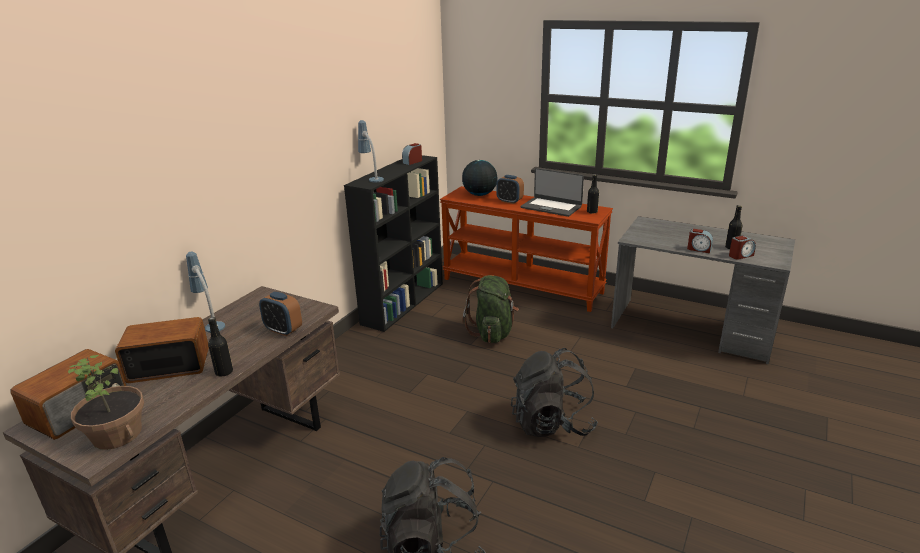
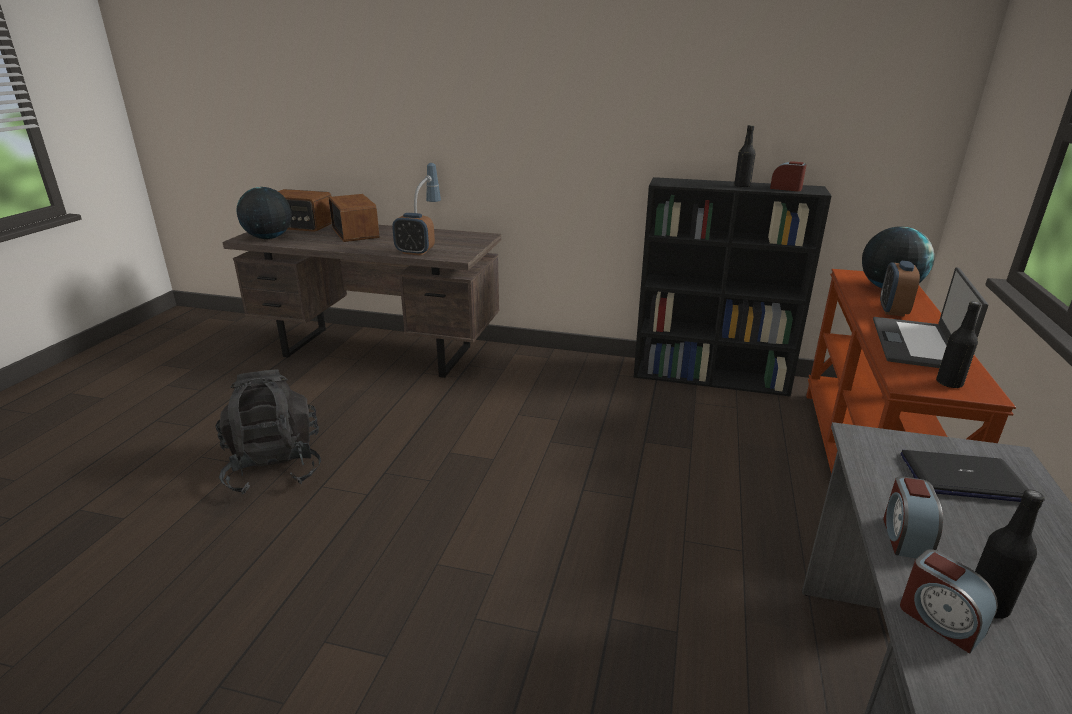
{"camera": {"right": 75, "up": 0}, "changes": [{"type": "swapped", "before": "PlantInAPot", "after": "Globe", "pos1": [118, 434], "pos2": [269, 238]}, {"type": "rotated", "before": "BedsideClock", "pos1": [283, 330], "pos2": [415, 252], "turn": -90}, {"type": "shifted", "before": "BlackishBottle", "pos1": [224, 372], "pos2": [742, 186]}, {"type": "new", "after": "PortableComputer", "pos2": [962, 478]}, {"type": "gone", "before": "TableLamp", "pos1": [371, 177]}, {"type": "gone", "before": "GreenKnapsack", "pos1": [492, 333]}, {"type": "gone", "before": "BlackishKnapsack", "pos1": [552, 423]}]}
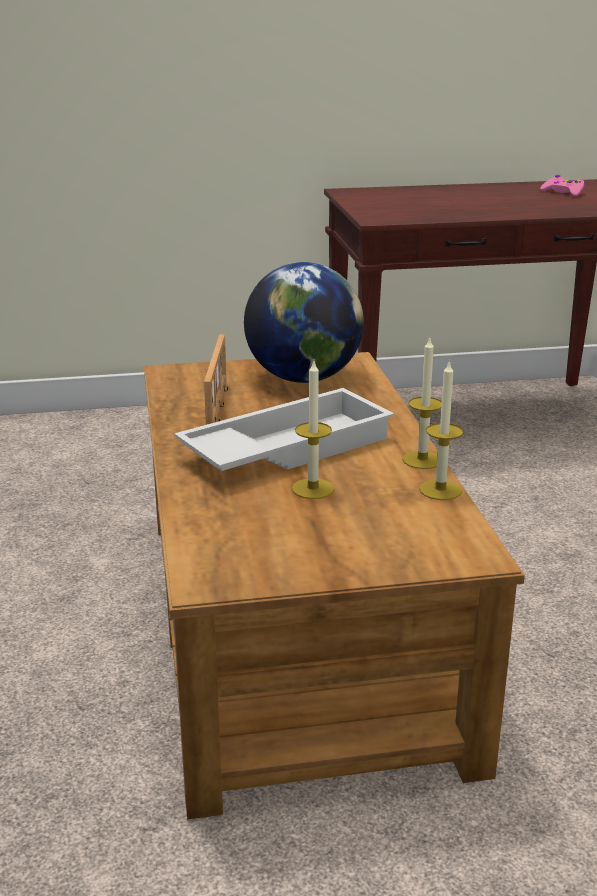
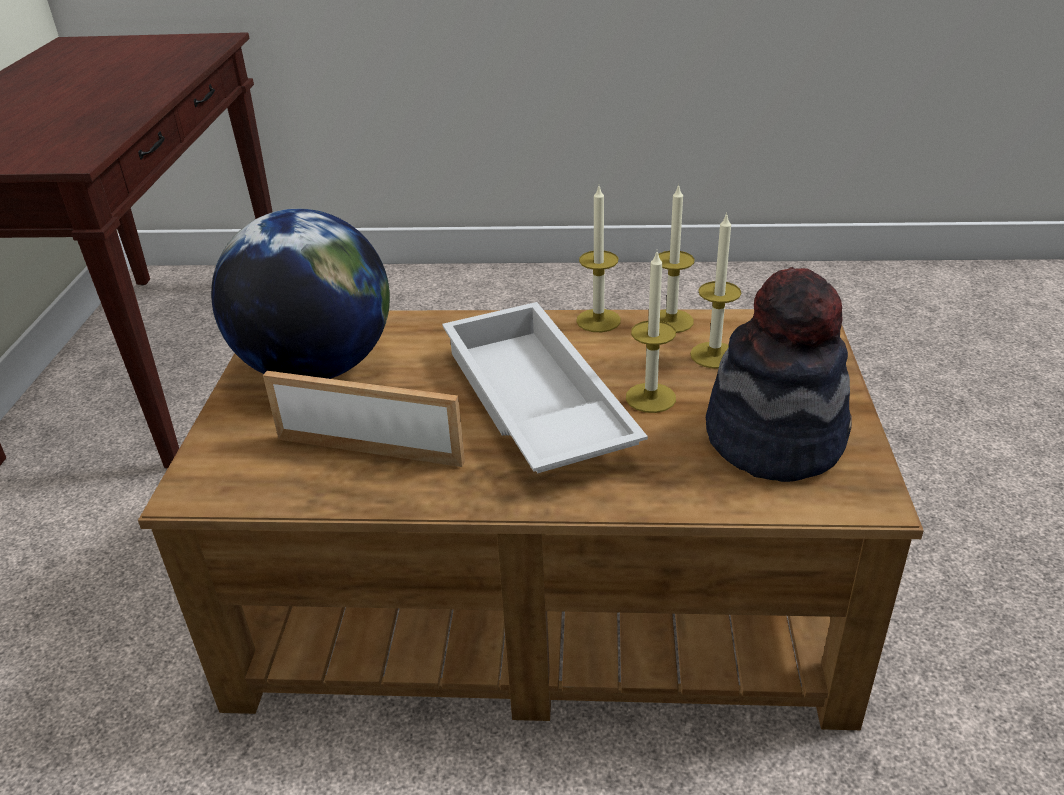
{"camera": {"right": -75, "up": 10}, "changes": [{"type": "new", "after": "WaxLight", "pos2": [714, 355]}, {"type": "new", "after": "ClothingHat", "pos2": [774, 438]}, {"type": "gone", "before": "PinkishGameController", "pos1": [563, 192]}]}
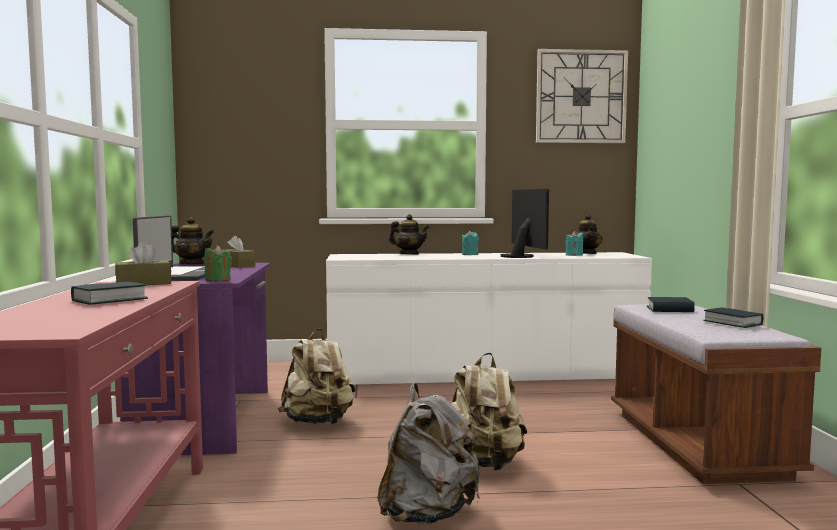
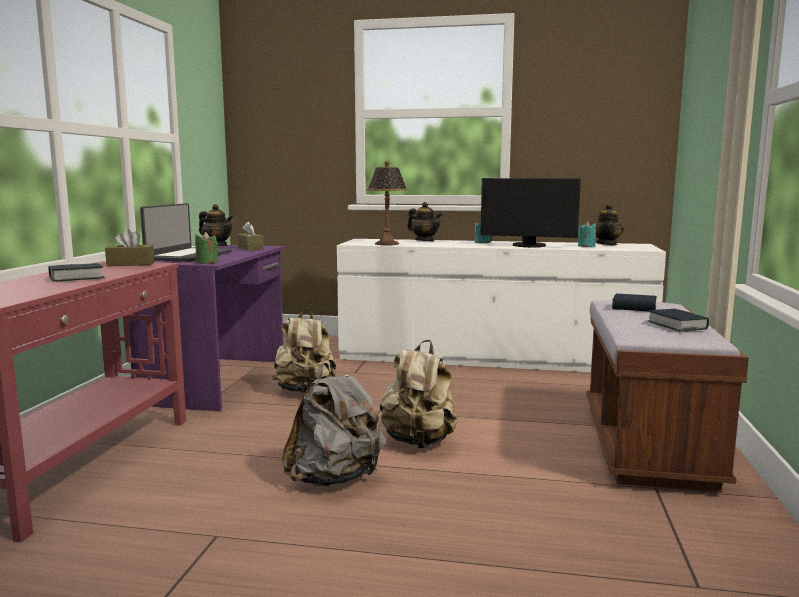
{"camera": {"right": 15, "up": 5}, "changes": [{"type": "new", "after": "TableLamp", "pos2": [387, 244]}, {"type": "rotated", "before": "ComputerDisplay", "pos1": [520, 256], "pos2": [528, 246], "turn": 105}, {"type": "gone", "before": "HangingClock", "pos1": [581, 97]}]}
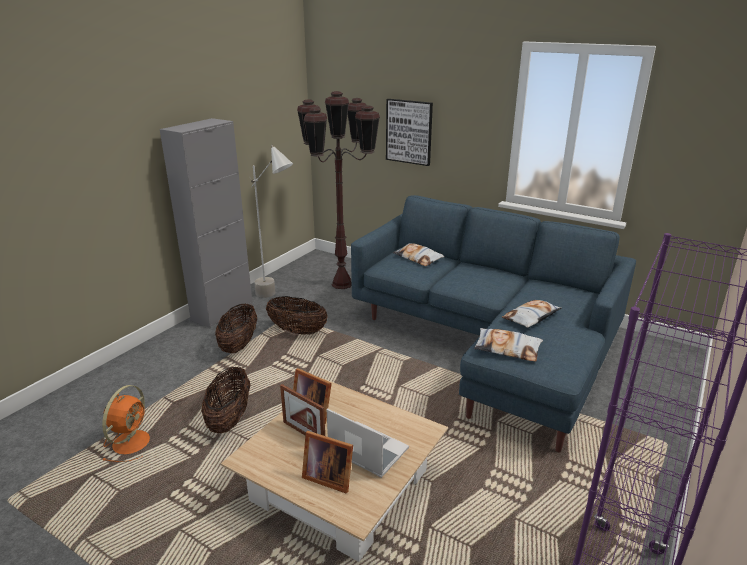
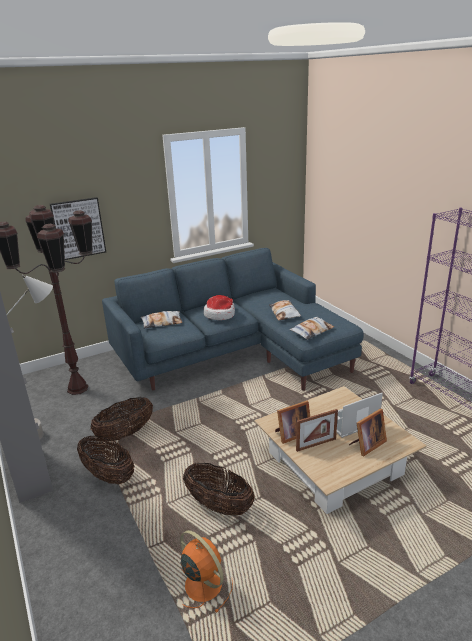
{"camera": {"right": -60, "up": 0}, "changes": [{"type": "new", "after": "ClothingHat", "pos2": [220, 315]}]}
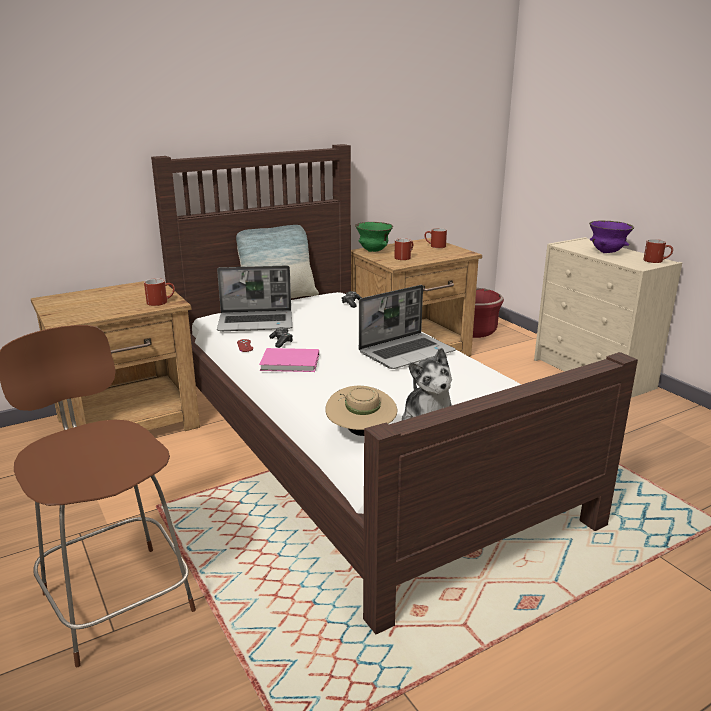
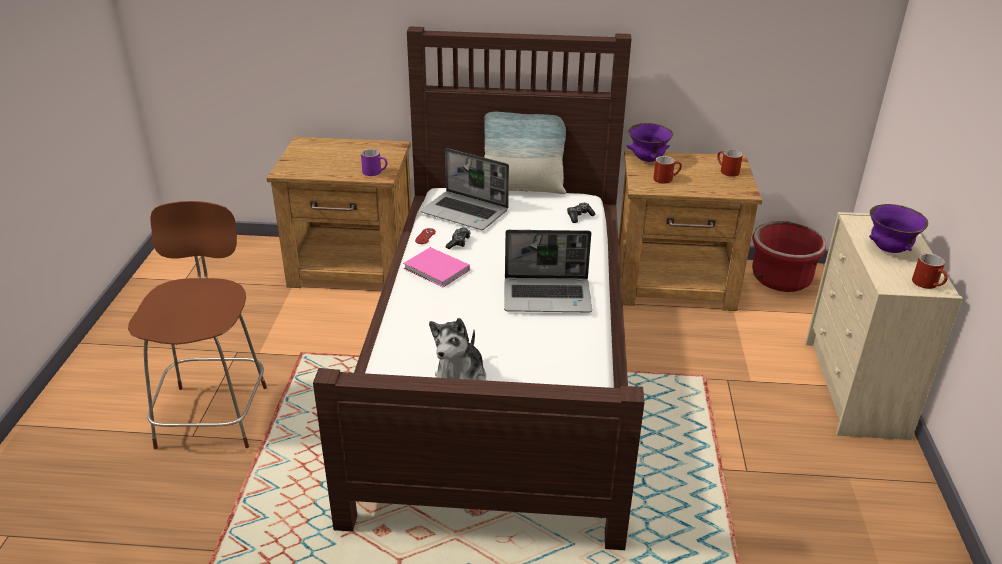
{"camera": {"right": 35, "up": 10}, "changes": [{"type": "repainted", "before": "RedColouredTeaMug", "after": "PurpleTeaMug", "pos1": [161, 302], "pos2": [375, 172]}, {"type": "repainted", "before": "GreenBowl", "after": "PurpleBowl", "pos1": [373, 251], "pos2": [647, 160]}, {"type": "gone", "before": "BeigeColouredClothingHat", "pos1": [361, 433]}]}
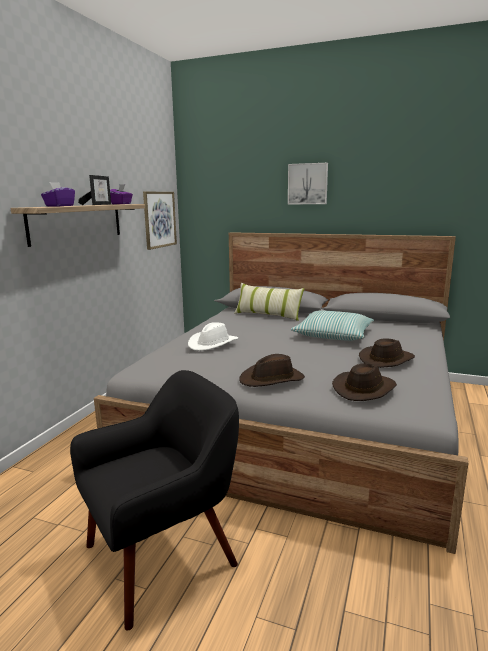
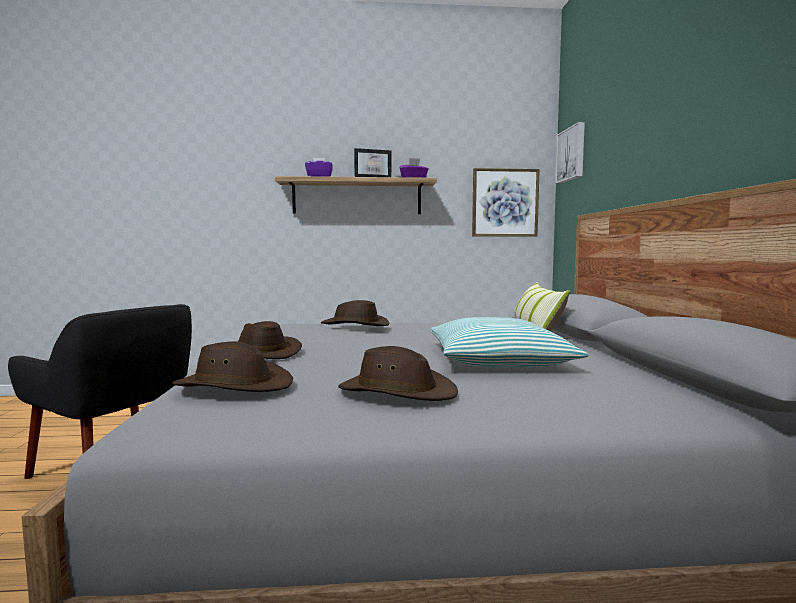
{"camera": {"right": 65, "up": -10}, "changes": [{"type": "repainted", "before": "WhiteColouredClothingHat", "after": "BrownishClothingHat", "pos1": [213, 343], "pos2": [355, 325]}, {"type": "shifted", "before": "WallArt", "pos1": [308, 184], "pos2": [572, 154]}]}
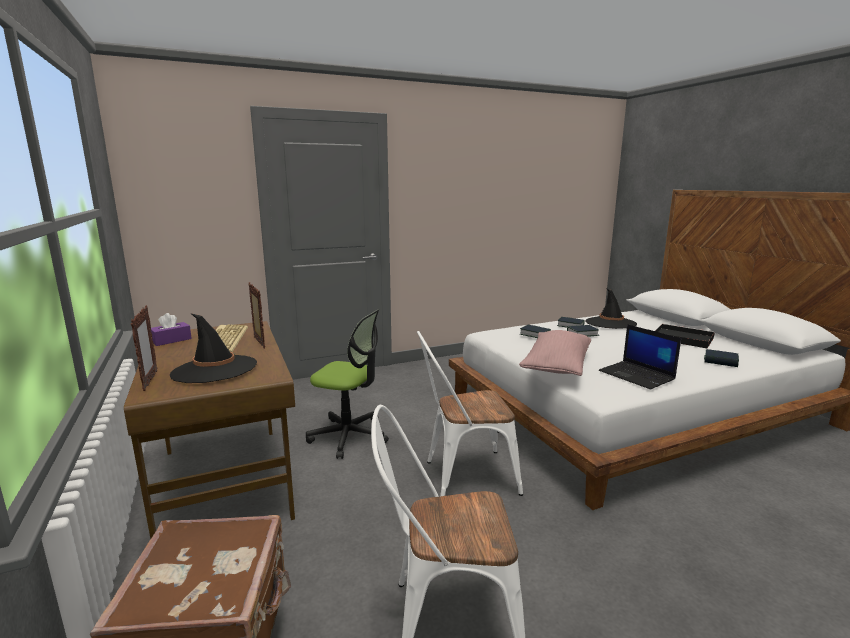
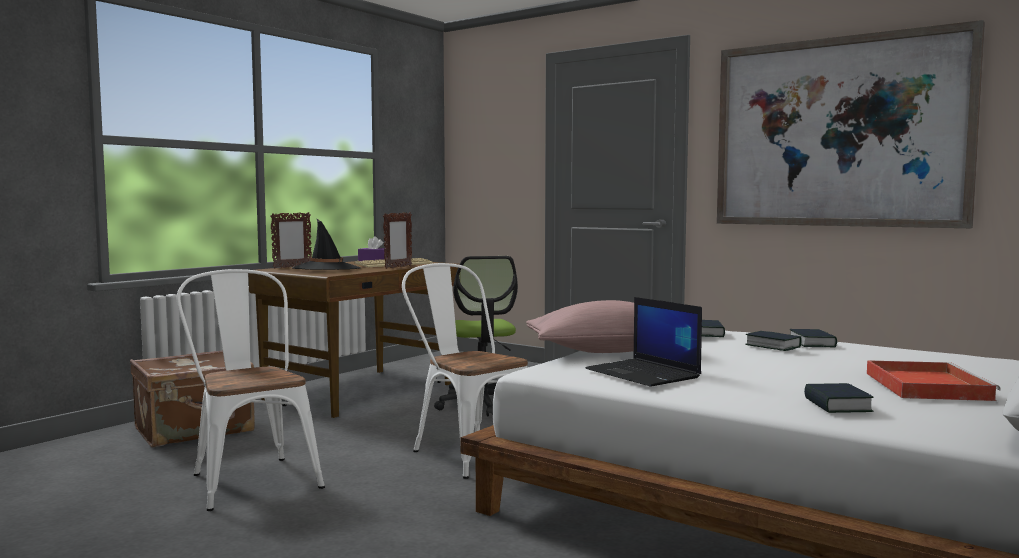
{"camera": {"right": 60, "up": -10}, "changes": [{"type": "rotated", "before": "PortableComputer", "pos1": [637, 375], "pos2": [644, 374], "turn": -60}, {"type": "new", "after": "WallArt", "pos2": [839, 133]}, {"type": "repainted", "before": "BlackishTray", "after": "RedColouredTray", "pos1": [681, 338], "pos2": [925, 385]}, {"type": "gone", "before": "BlackishClothingHat", "pos1": [610, 323]}]}
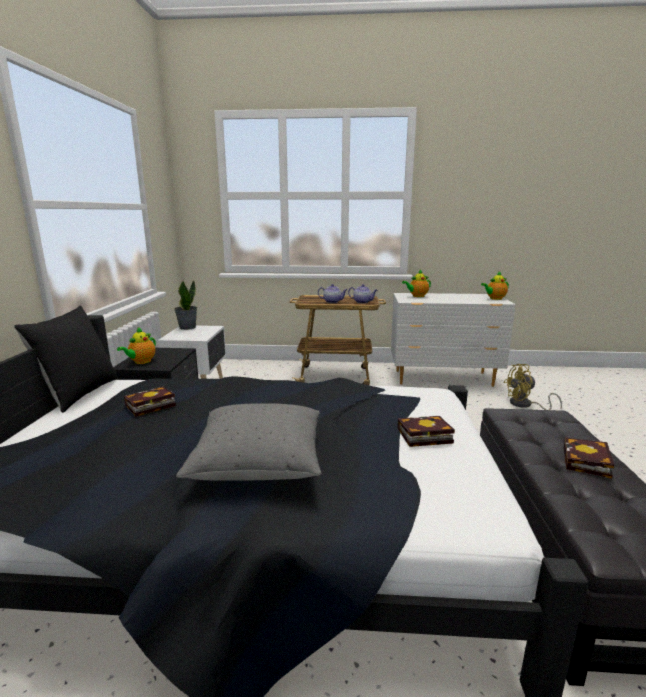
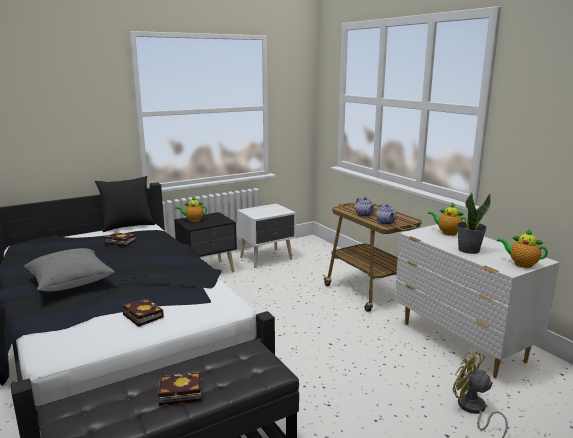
{"camera": {"right": 55, "up": 0}, "changes": [{"type": "shifted", "before": "PlantInAPot", "pos1": [187, 327], "pos2": [468, 250]}]}
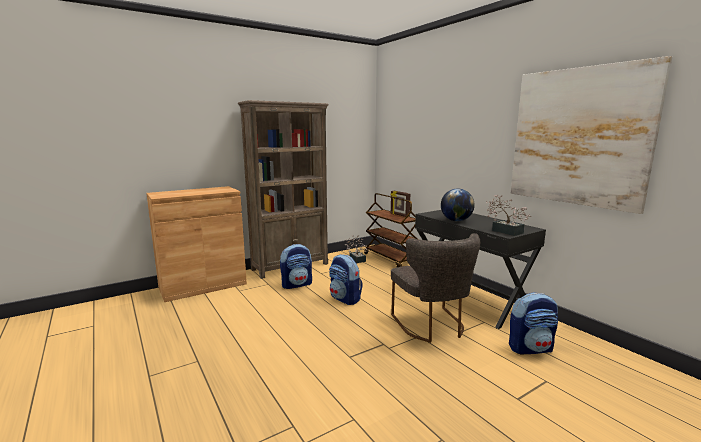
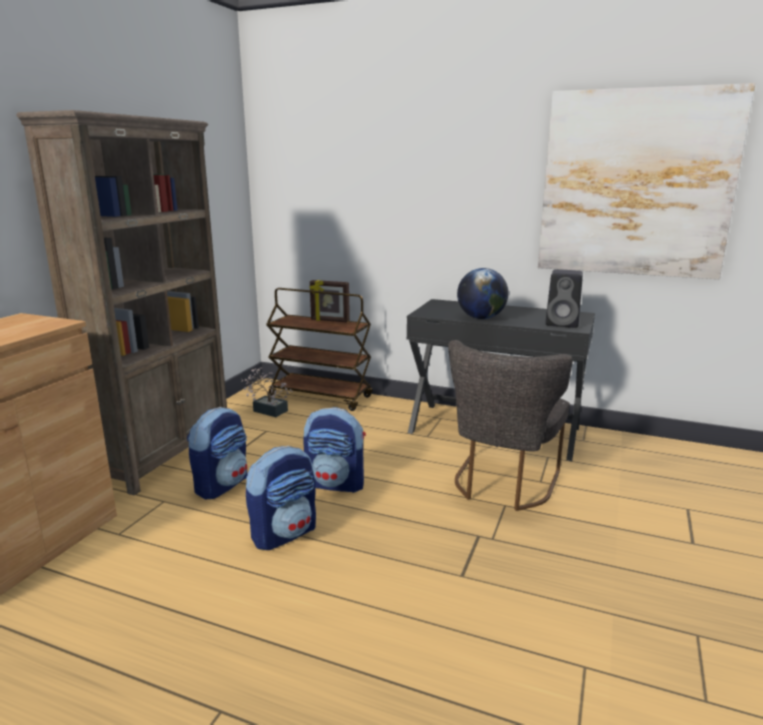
{"camera": {"right": -35, "up": 5}, "changes": [{"type": "shifted", "before": "Knapsack", "pos1": [530, 348], "pos2": [284, 533]}, {"type": "rotated", "before": "GreyishChair", "pos1": [432, 326], "pos2": [502, 485], "turn": 75}, {"type": "swapped", "before": "PlantInAPot", "after": "BlackishLoudspeaker", "pos1": [504, 231], "pos2": [563, 323]}]}
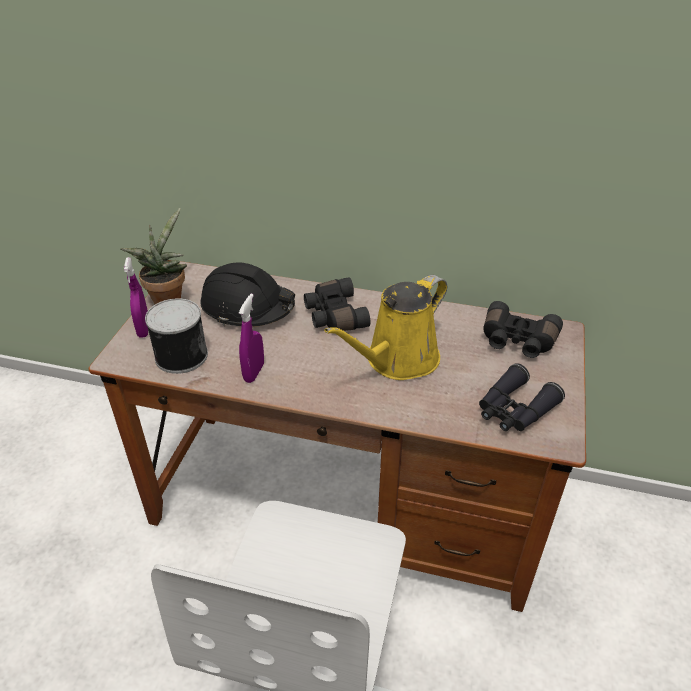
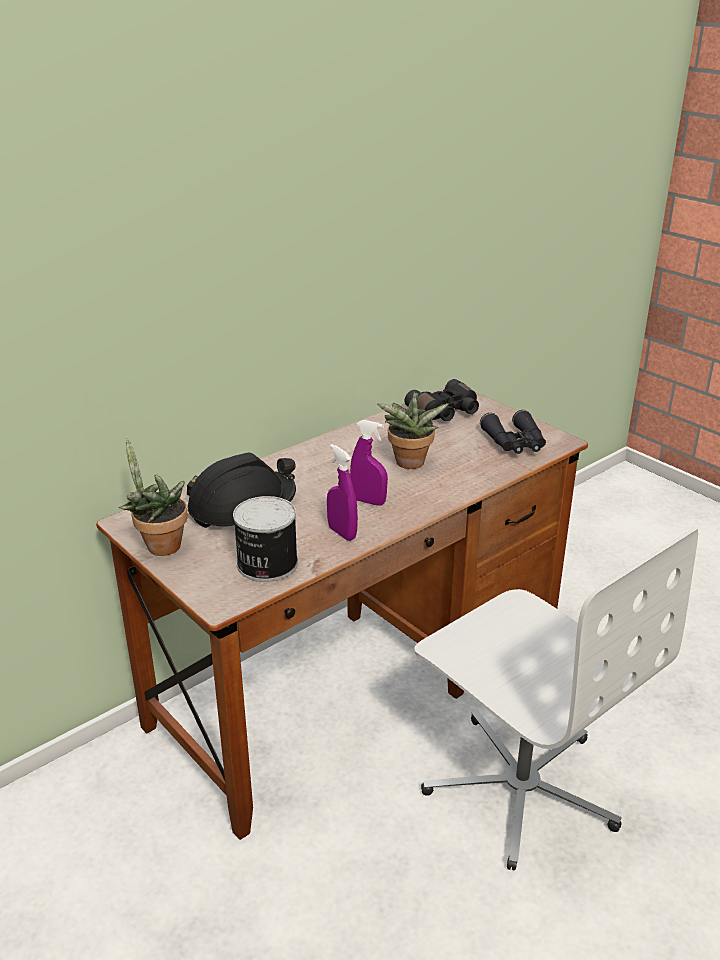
{"camera": {"right": -55, "up": -10}, "changes": [{"type": "shifted", "before": "PurpleSprayer", "pos1": [144, 329], "pos2": [368, 501]}, {"type": "swapped", "before": "YellowishSprinklingCan", "after": "PlantInAPot", "pos1": [397, 360], "pos2": [409, 464]}, {"type": "gone", "before": "BlackishPairOfBinoculars", "pos1": [333, 315]}]}
